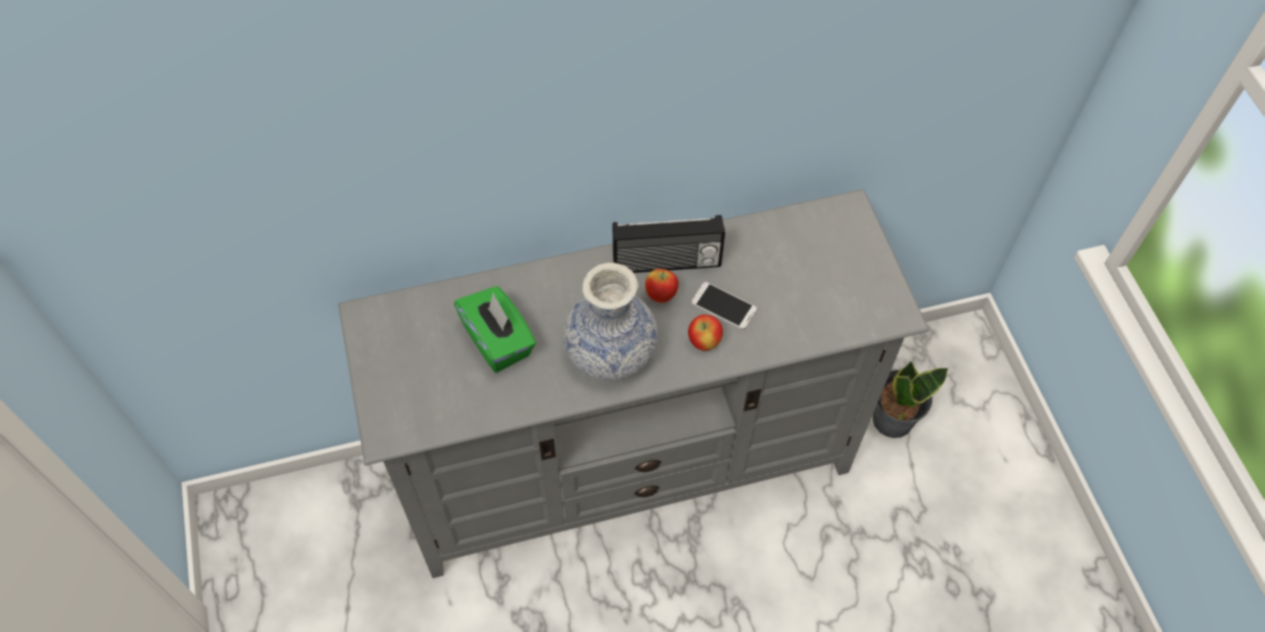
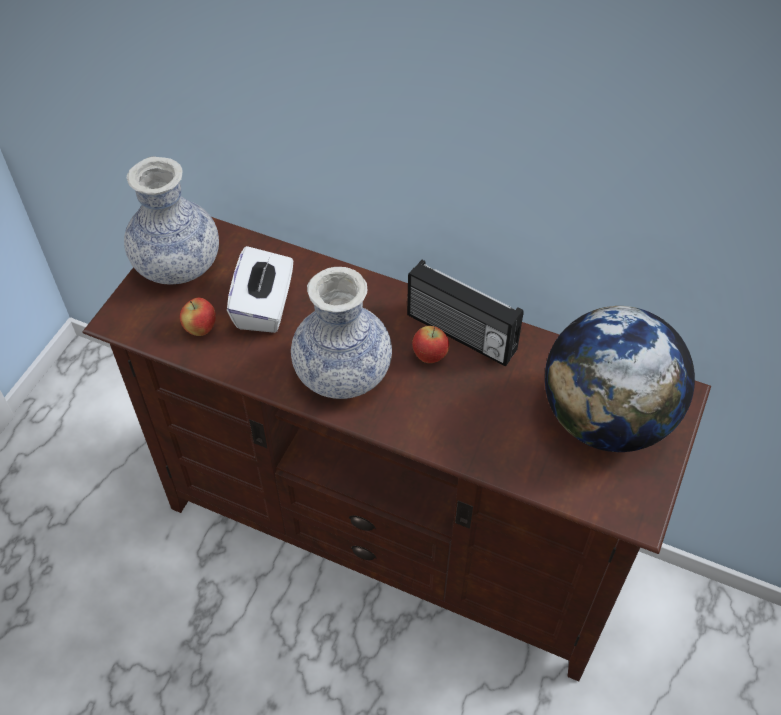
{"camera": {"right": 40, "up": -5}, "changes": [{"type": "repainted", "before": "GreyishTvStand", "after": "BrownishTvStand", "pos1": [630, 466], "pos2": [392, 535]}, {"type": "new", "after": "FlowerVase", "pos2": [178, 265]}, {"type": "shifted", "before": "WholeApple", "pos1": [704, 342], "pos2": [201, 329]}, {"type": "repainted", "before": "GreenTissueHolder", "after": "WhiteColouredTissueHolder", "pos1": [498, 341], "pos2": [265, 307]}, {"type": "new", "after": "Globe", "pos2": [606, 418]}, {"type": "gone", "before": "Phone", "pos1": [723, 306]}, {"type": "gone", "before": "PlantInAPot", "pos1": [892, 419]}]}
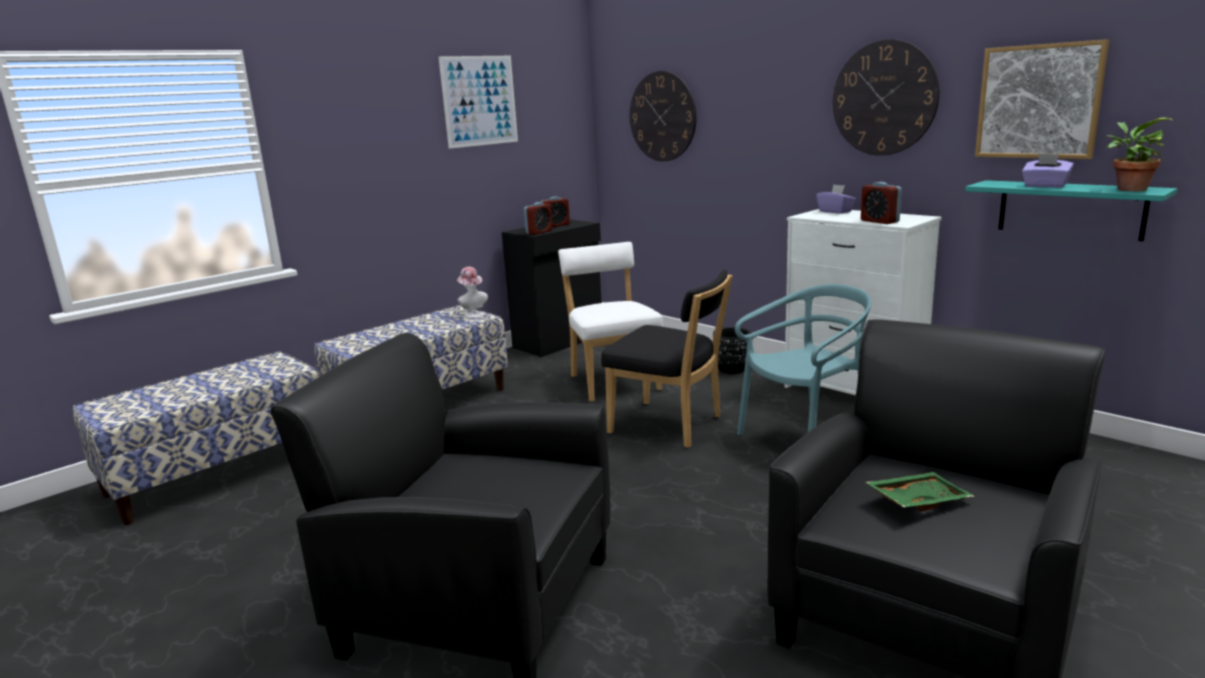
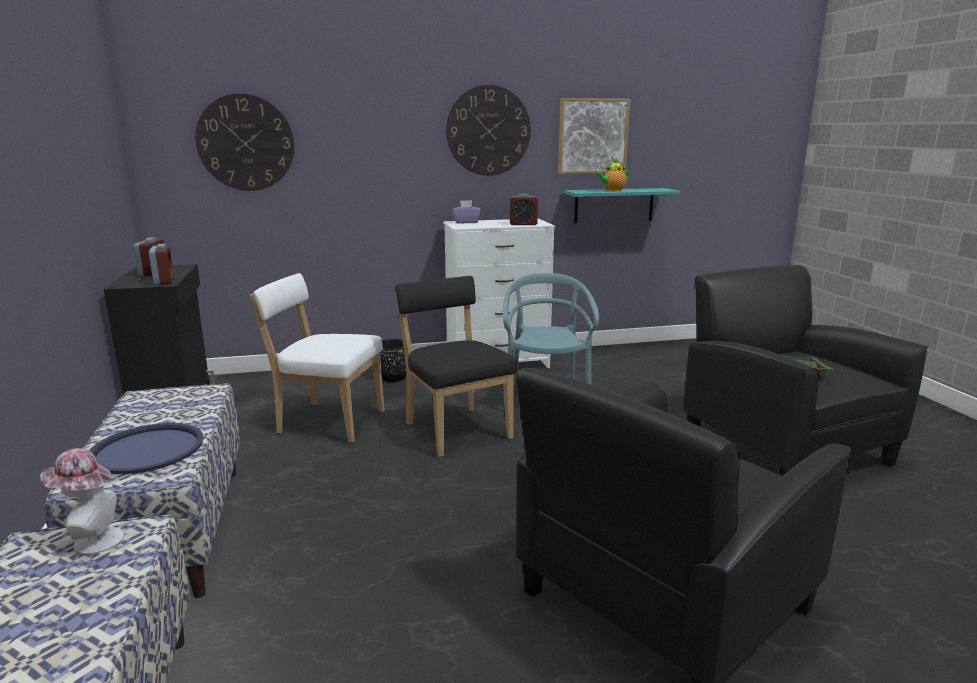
{"camera": {"right": -60, "up": 0}, "changes": [{"type": "shifted", "before": "ClothingHat", "pos1": [473, 314], "pos2": [92, 541]}, {"type": "new", "after": "BlueTray", "pos2": [147, 450]}, {"type": "rotated", "before": "BlackishChair", "pos1": [670, 426], "pos2": [455, 429], "turn": -90}, {"type": "swapped", "before": "PurpleTissueHolder", "after": "PotForTea", "pos1": [1045, 186], "pos2": [612, 190]}, {"type": "gone", "before": "WallArt", "pos1": [479, 101]}, {"type": "gone", "before": "PlantInAPot", "pos1": [1128, 189]}]}
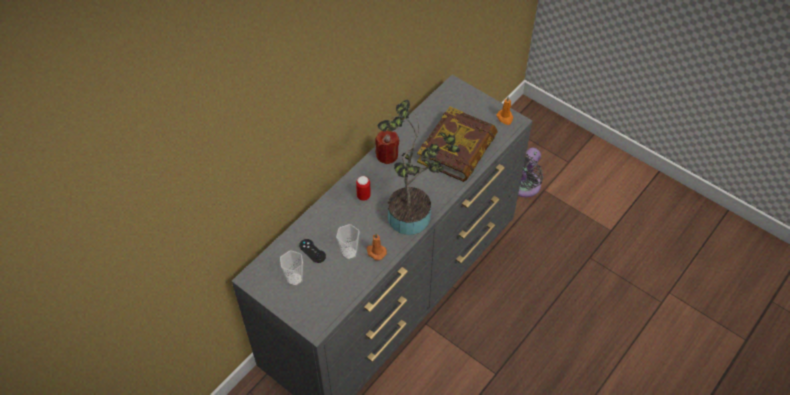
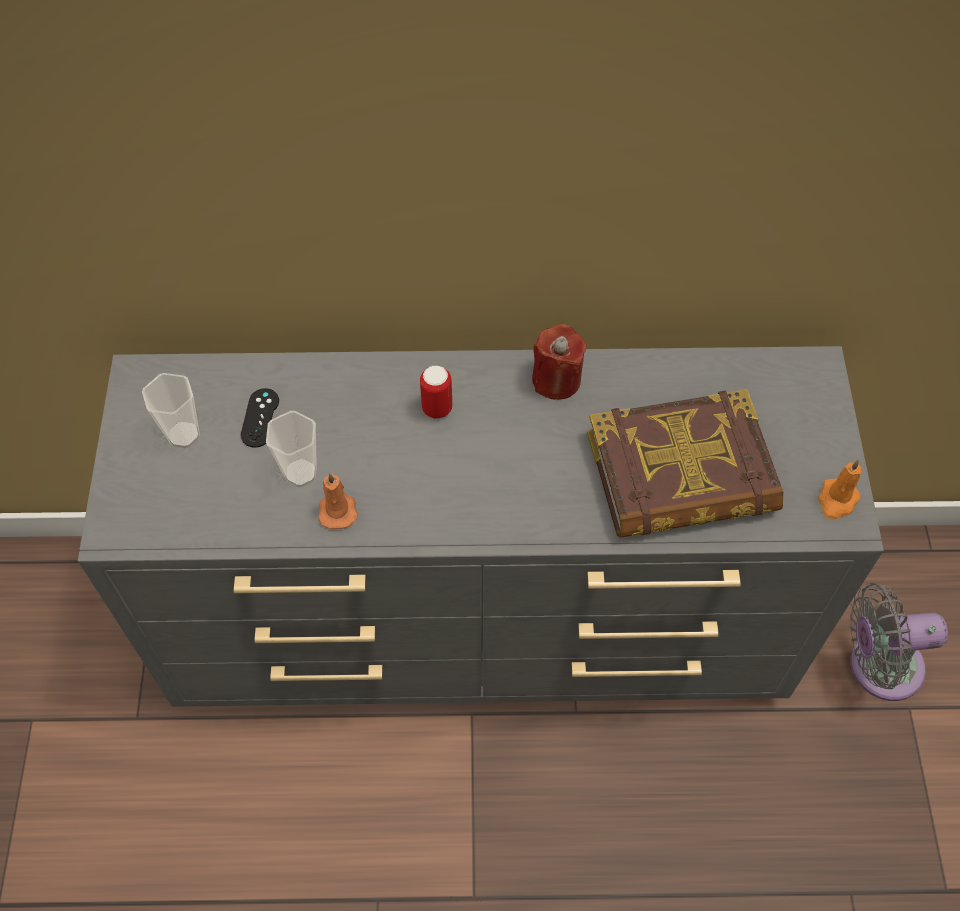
{"camera": {"right": 50, "up": 5}, "changes": [{"type": "gone", "before": "PlantInAPot", "pos1": [413, 214]}]}
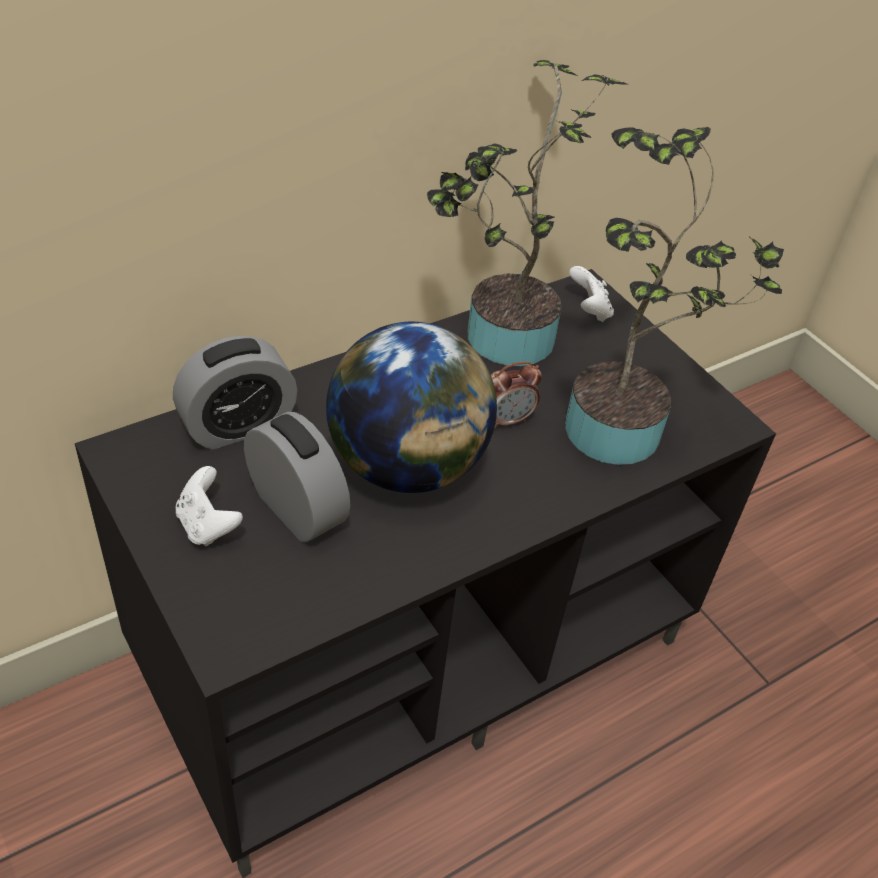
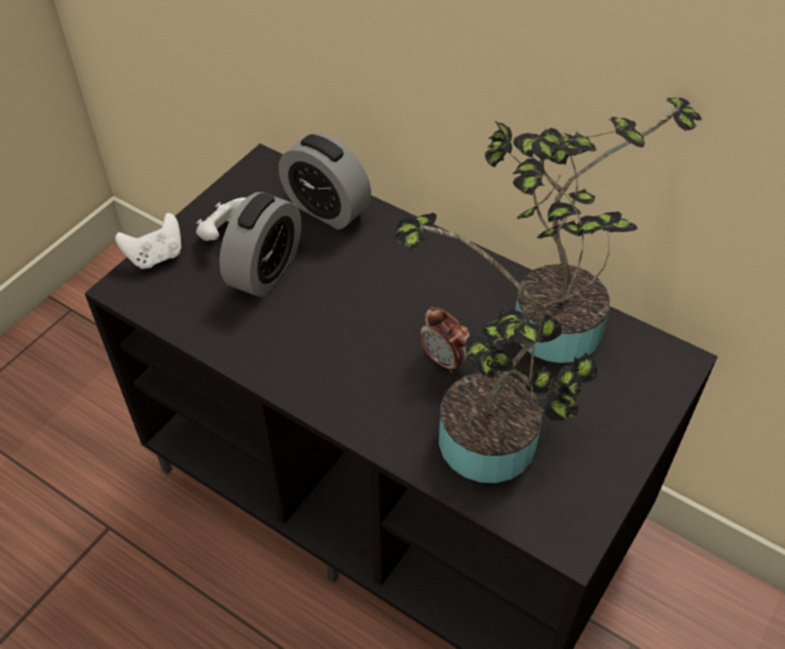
{"camera": {"right": 70, "up": 5}, "changes": [{"type": "shifted", "before": "WhiteColouredGameController", "pos1": [589, 310], "pos2": [156, 256]}, {"type": "gone", "before": "Globe", "pos1": [407, 466]}]}
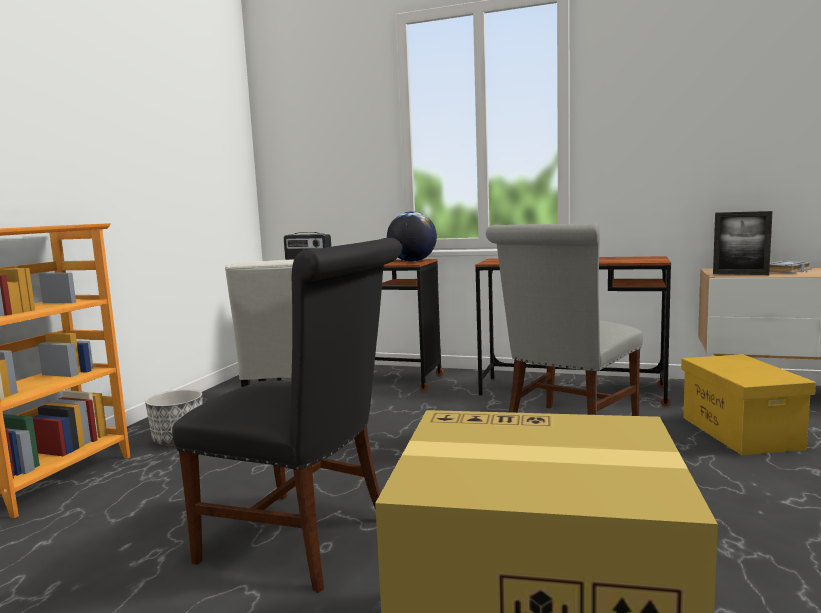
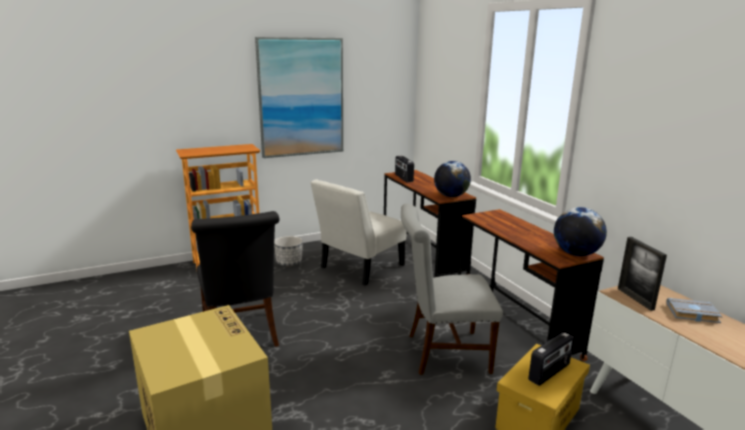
{"camera": {"right": 45, "up": 10}, "changes": [{"type": "new", "after": "WallArt", "pos2": [301, 97]}, {"type": "new", "after": "RadioReceiver", "pos2": [550, 372]}, {"type": "new", "after": "Globe", "pos2": [576, 254]}]}
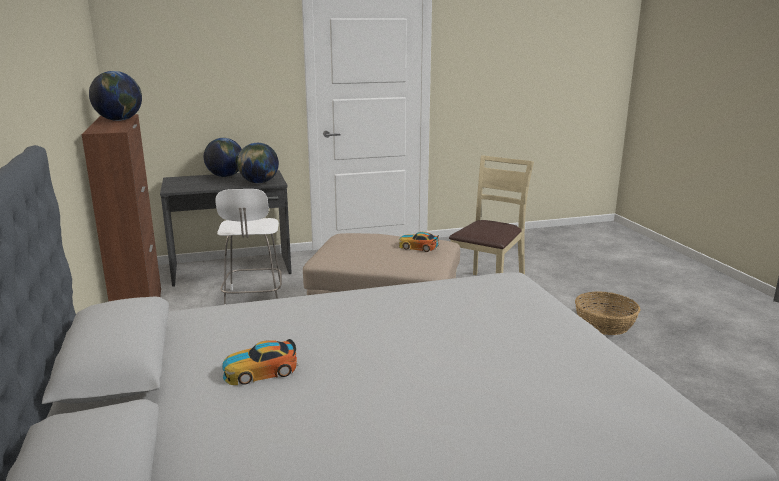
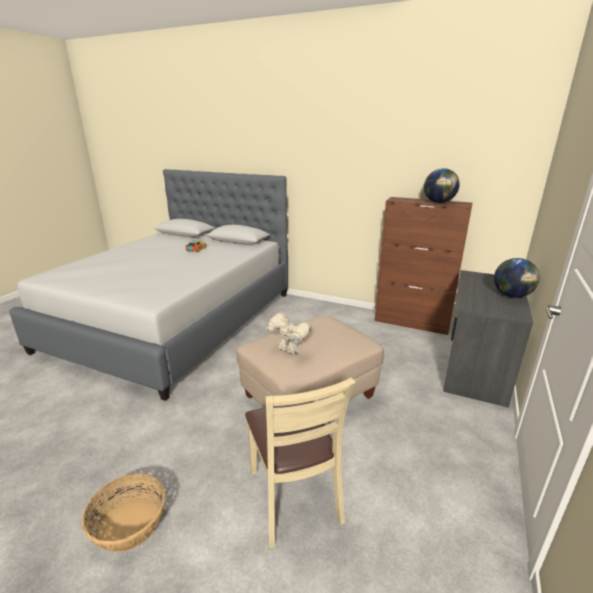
{"camera": {"right": 130, "up": 5}, "changes": [{"type": "swapped", "before": "ModelCar", "after": "RobotFigure", "pos1": [418, 247], "pos2": [288, 351]}, {"type": "gone", "before": "WhiteColouredStool", "pos1": [253, 300]}, {"type": "gone", "before": "Globe", "pos1": [259, 182]}]}
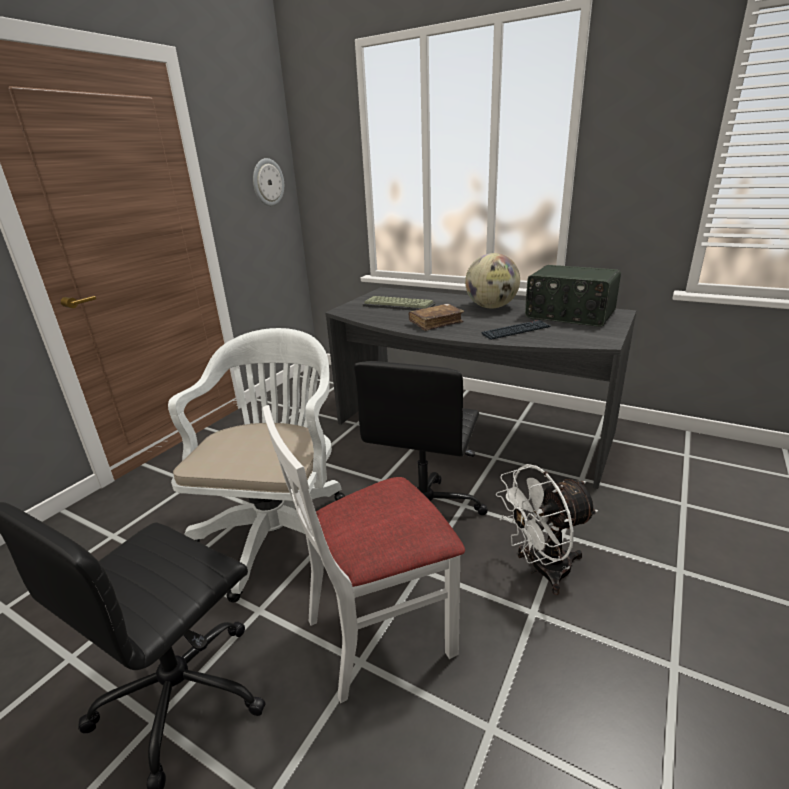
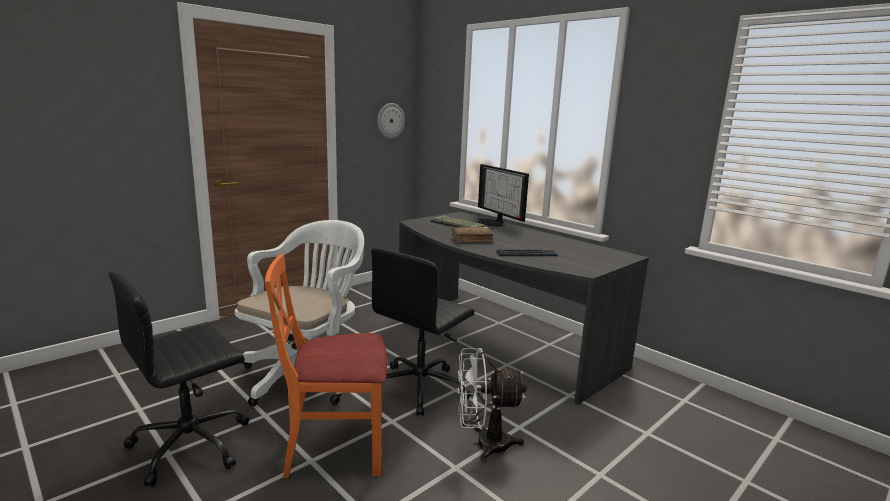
{"camera": {"right": 15, "up": -10}, "changes": [{"type": "repainted", "before": "WhiteColouredChair", "after": "OrangeColouredChair", "pos1": [379, 632], "pos2": [335, 448]}, {"type": "new", "after": "ComputerDisplay", "pos2": [493, 222]}, {"type": "gone", "before": "Globe", "pos1": [491, 307]}, {"type": "gone", "before": "RadioReceiver", "pos1": [569, 315]}]}
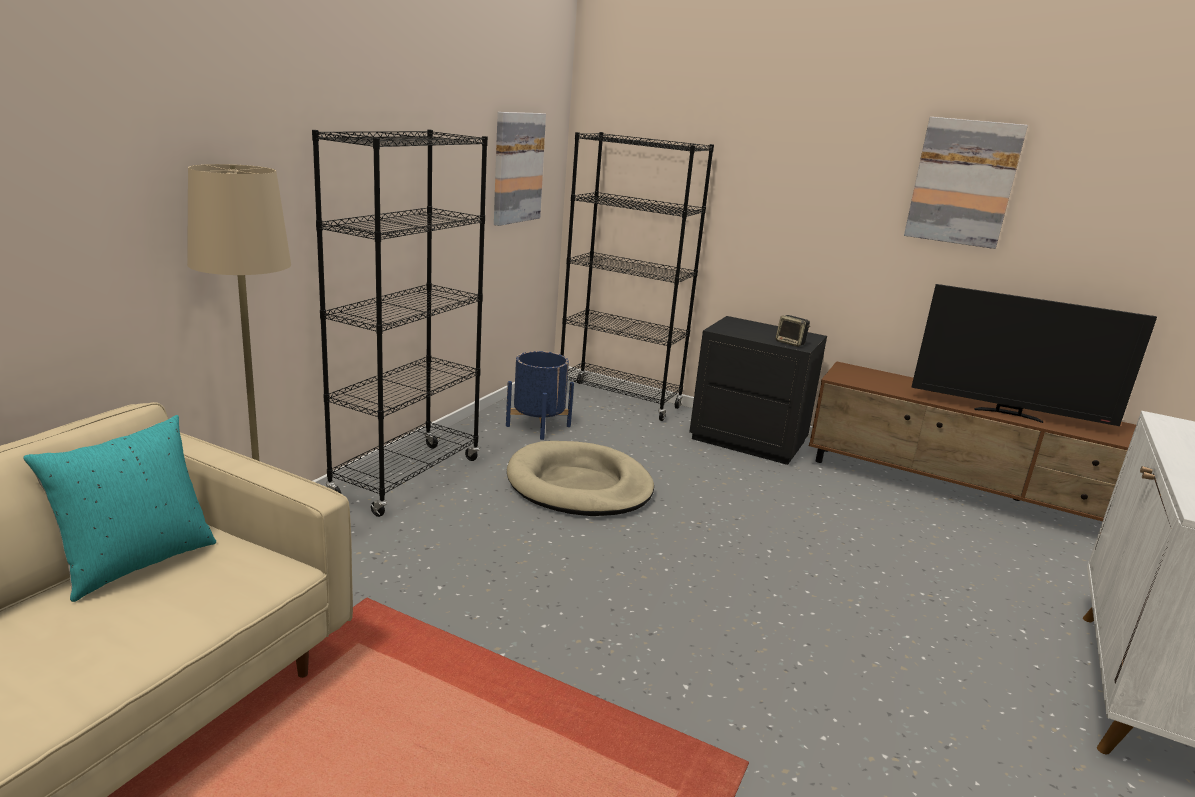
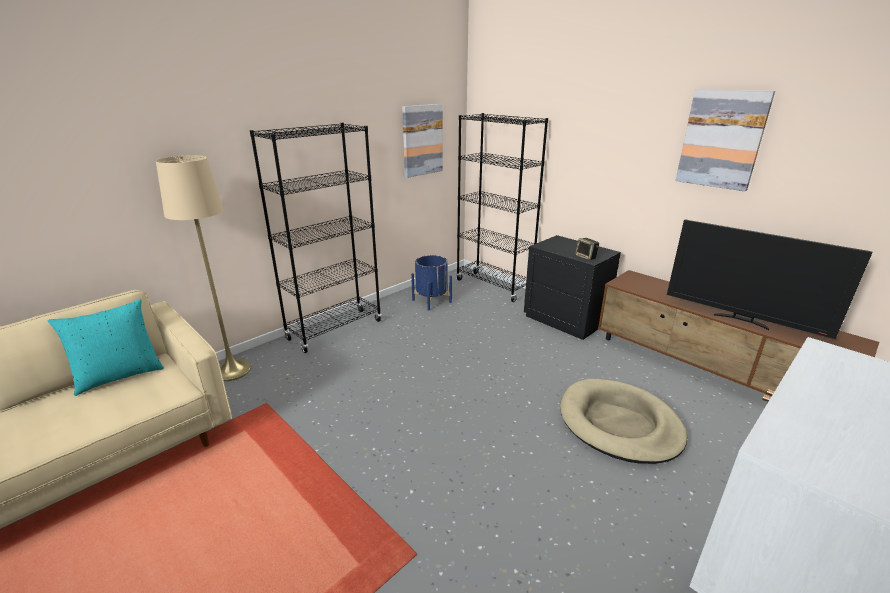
{"camera": {"right": 20, "up": 5}, "changes": [{"type": "shifted", "before": "BeigeColouredDogCushion", "pos1": [579, 485], "pos2": [619, 424]}]}
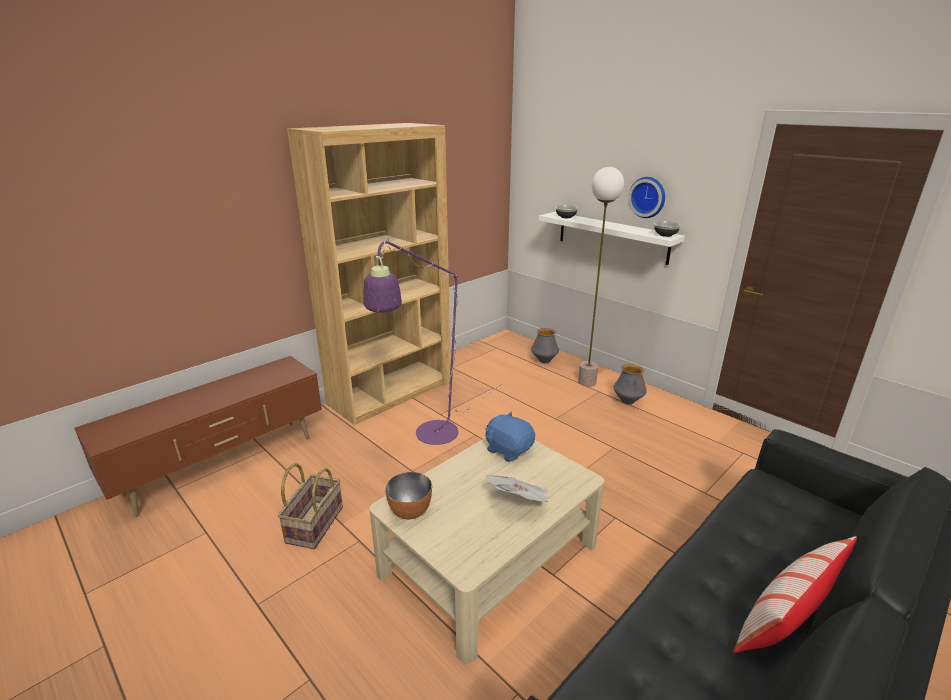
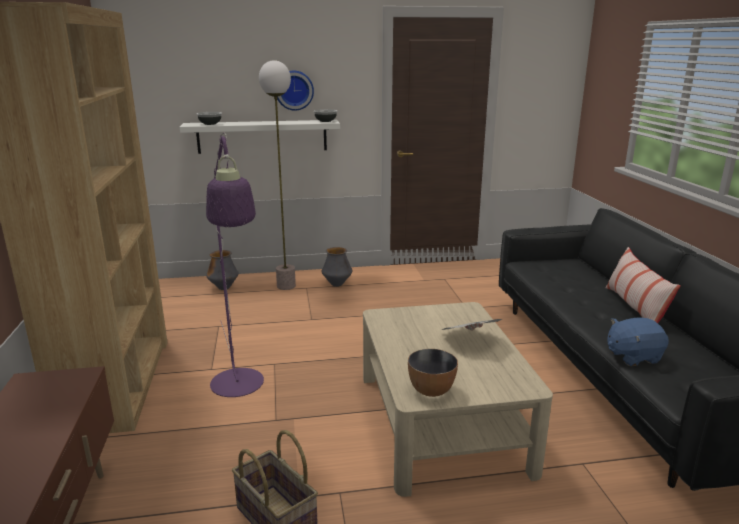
{"camera": {"right": -55, "up": -5}, "changes": [{"type": "shifted", "before": "BlueSoftToy", "pos1": [509, 450], "pos2": [632, 356]}]}
